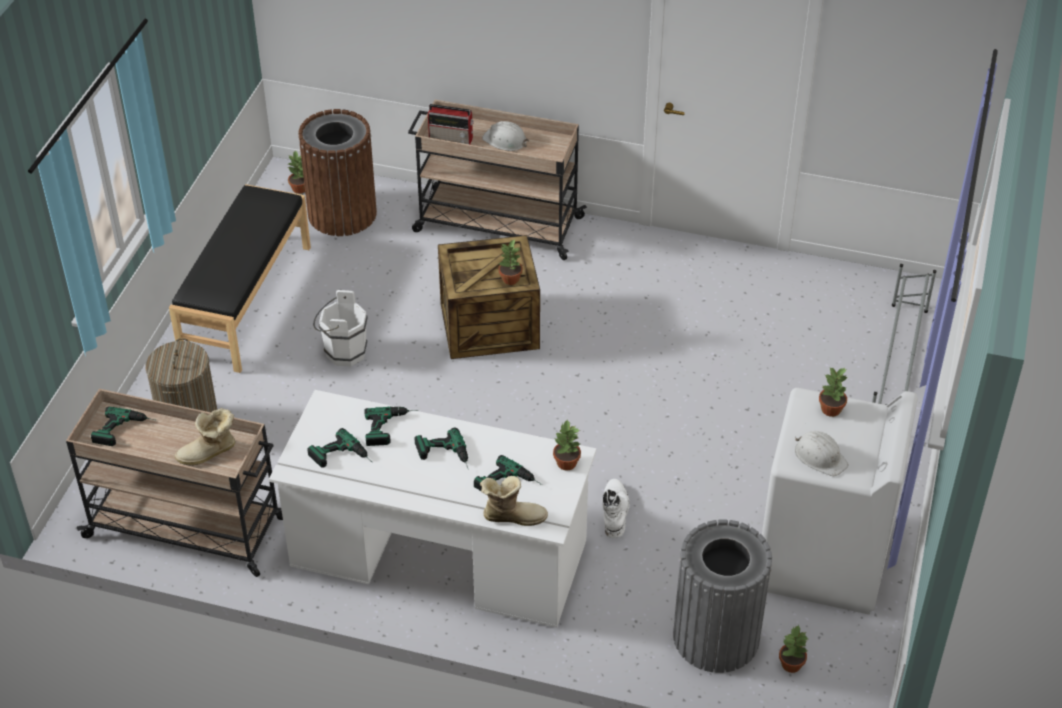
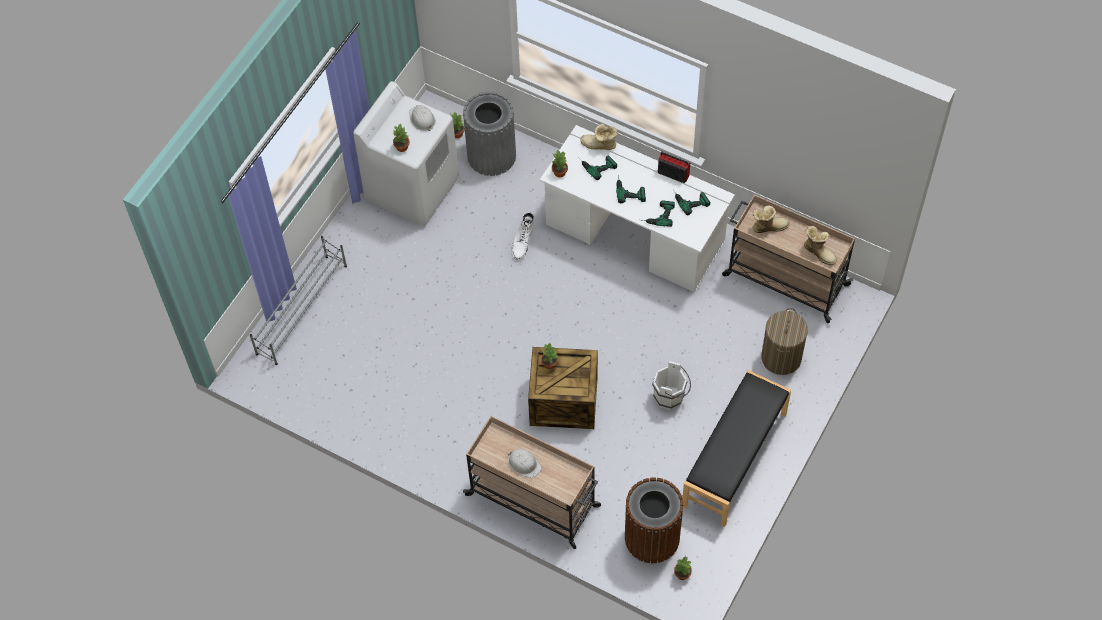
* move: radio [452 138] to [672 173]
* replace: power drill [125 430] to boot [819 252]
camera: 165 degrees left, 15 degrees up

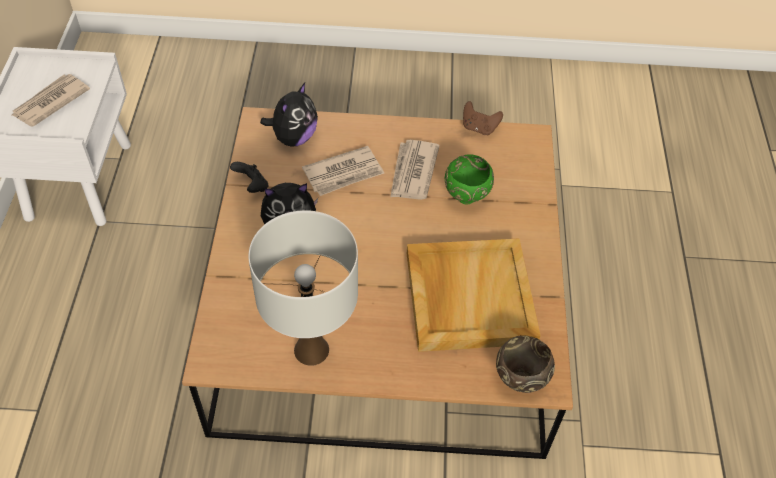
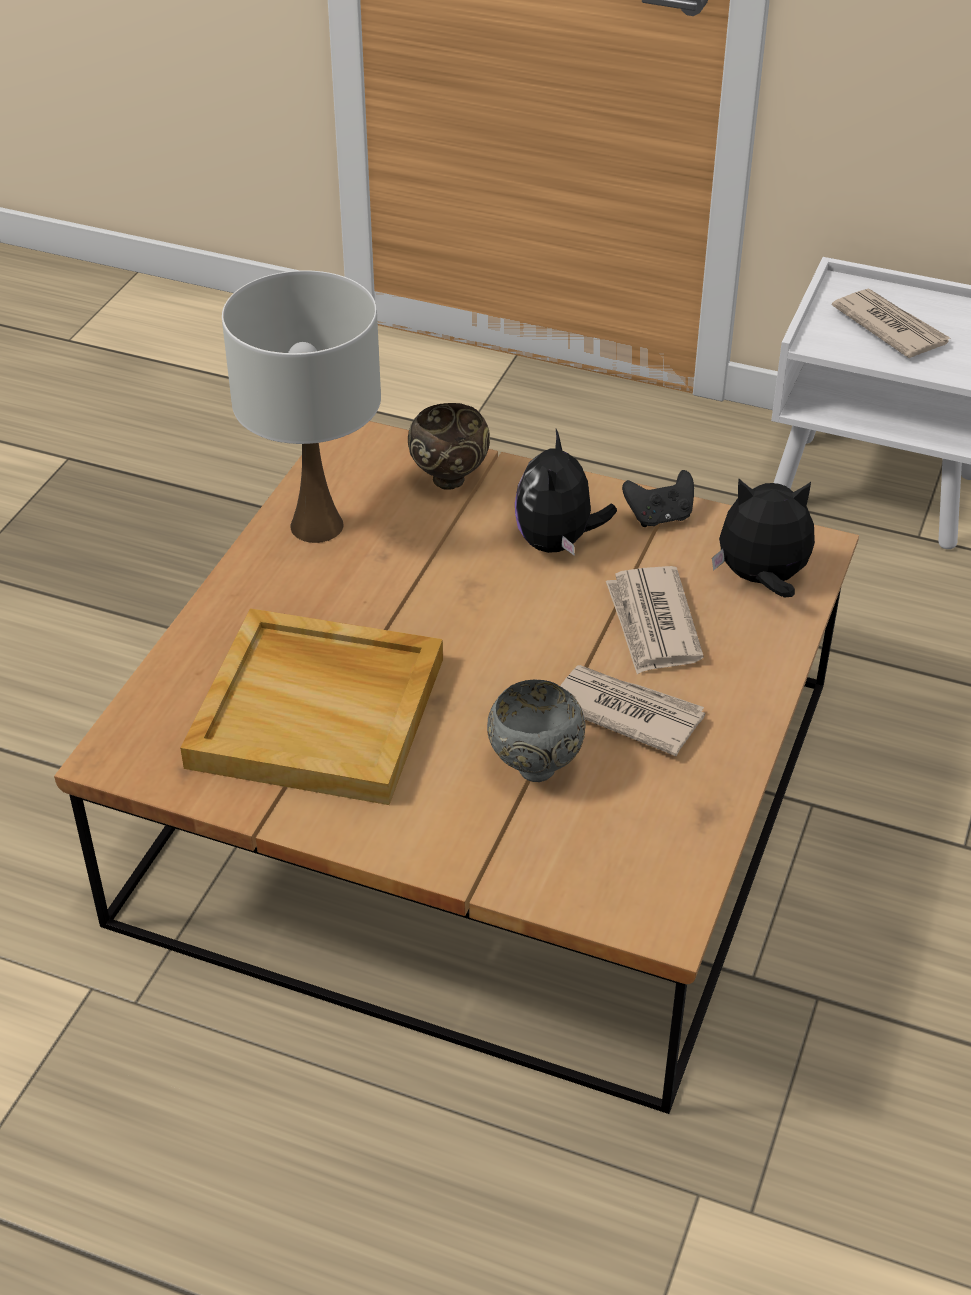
* delete: game controller in brown [479 128]
* move: bowl in brown [519 380] to [450 479]
* recolor: bowl in green [466 198] to bowl in grey [533 767]
* rotate: plush toy [293 137] = [761 580] 135 degrees clockwise
camera: 110 degrees right, 10 degrees down

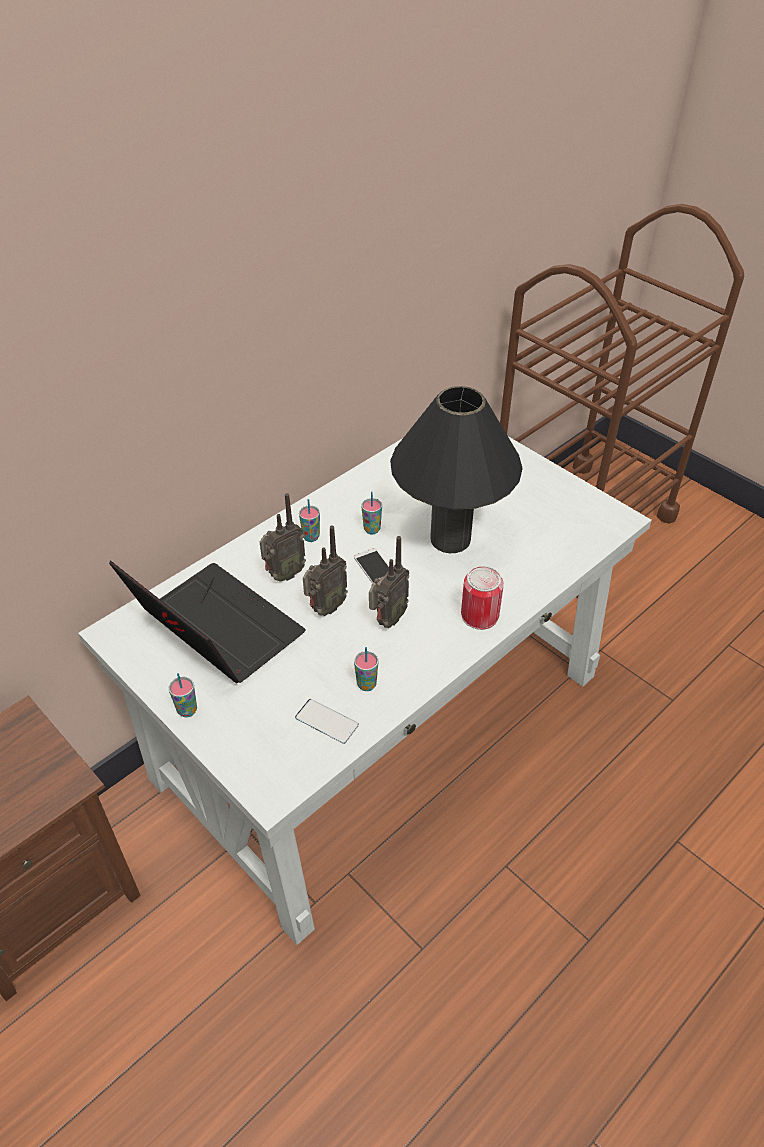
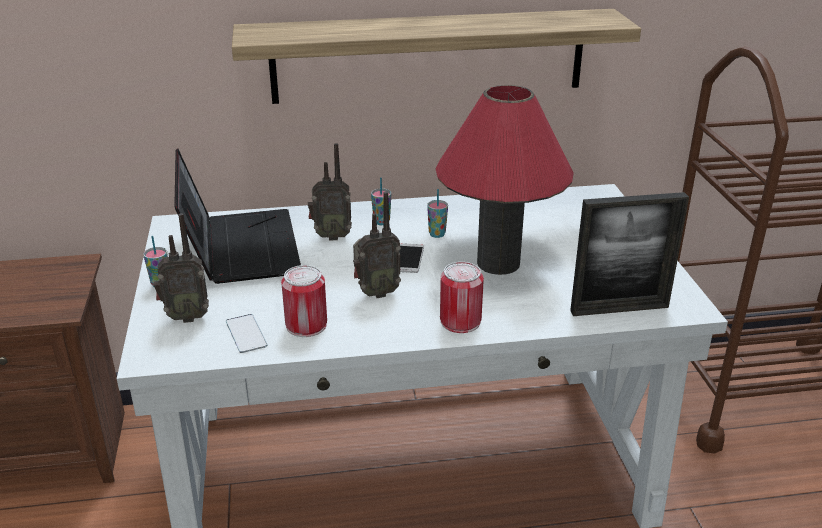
* insert: shelf [429 56]
* insert: picture frame [619 309]
* move: radio [325 608] to [186 317]
* replace: cup [366 684] to can [306 325]
* recolor: table lamp in black [450 539] to table lamp in red [498 263]
camera: 35 degrees right, 15 degrees down

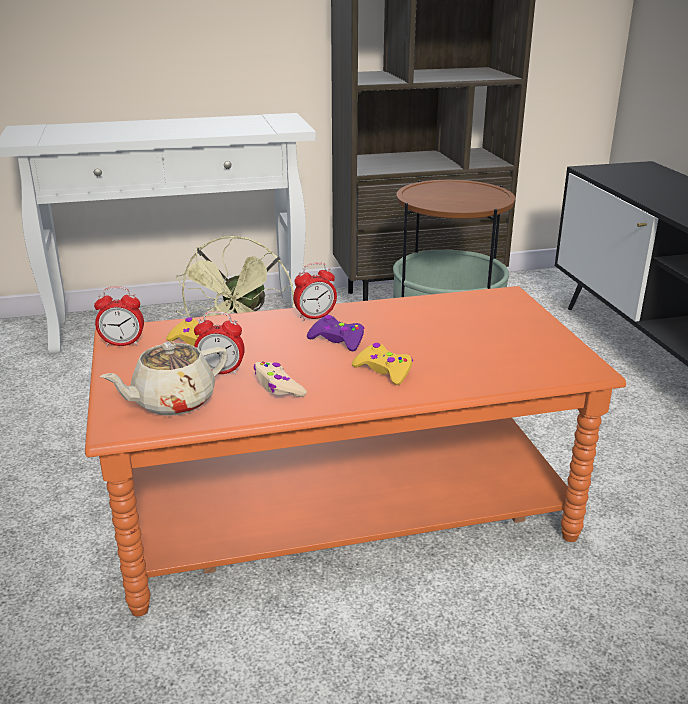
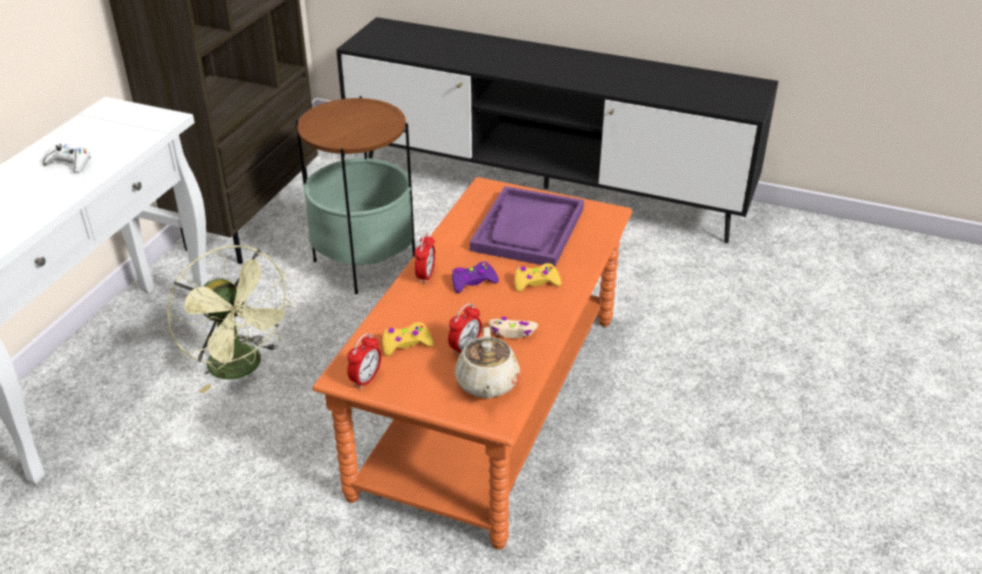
* insert: game controller in white [69 164]
* insert: tray in purple [528 229]
camera: 55 degrees left, 10 degrees up

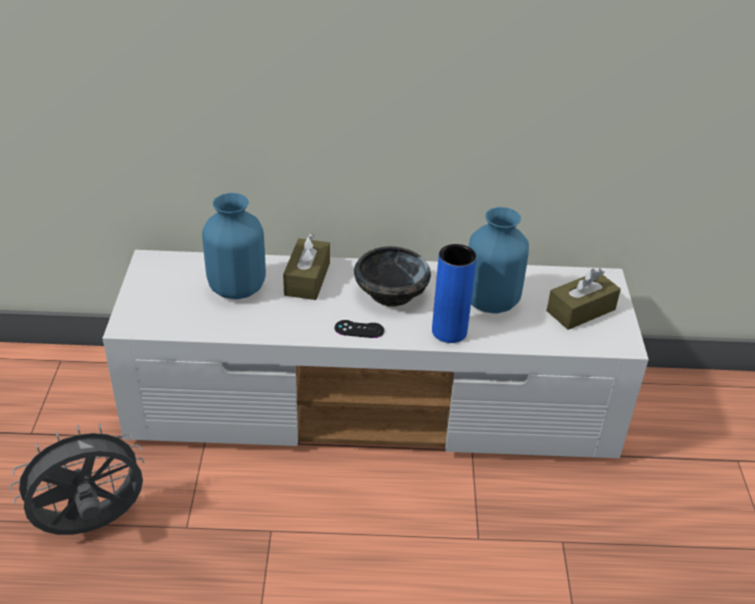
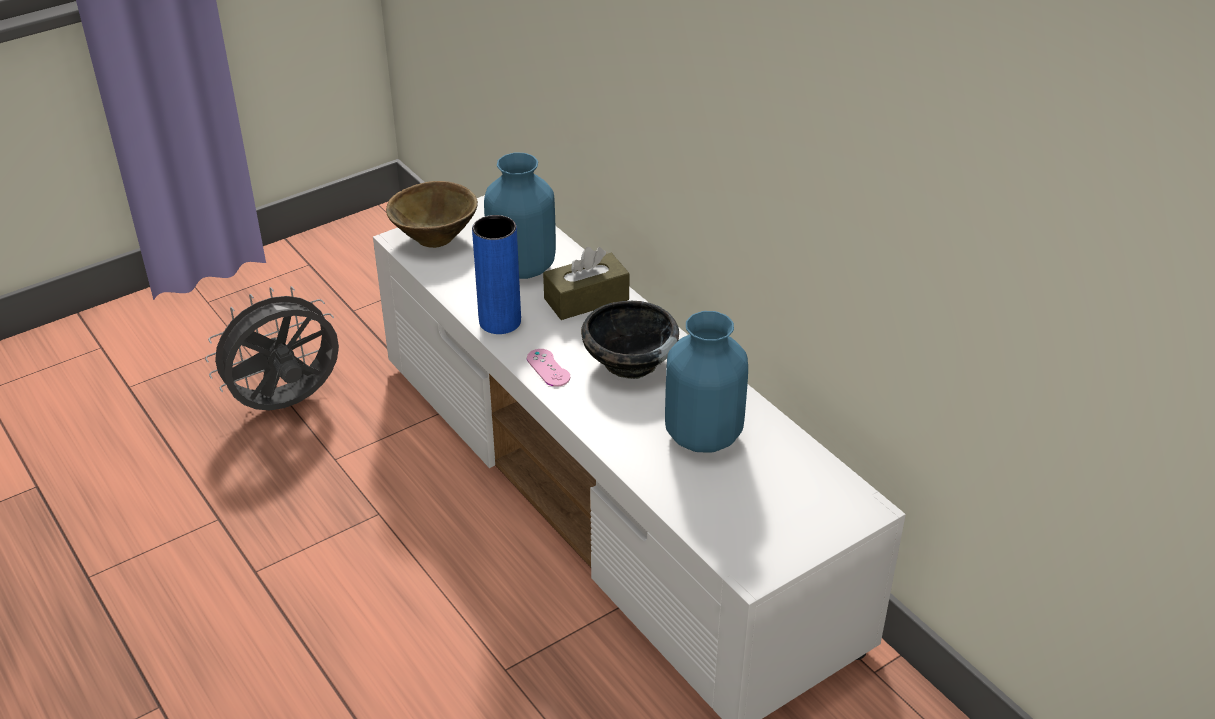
* delete: tissue box in brown [581 310]
* insert: bowl in brown [435 236]
* move: vase in blue [449 331] to [500 322]
* recolor: game controller in black [359 329] to game controller in pink [548 368]
* rotate: fan in grey [91 526] = [287 405] 60 degrees counterclockwise
camera: 55 degrees right, 0 degrees up

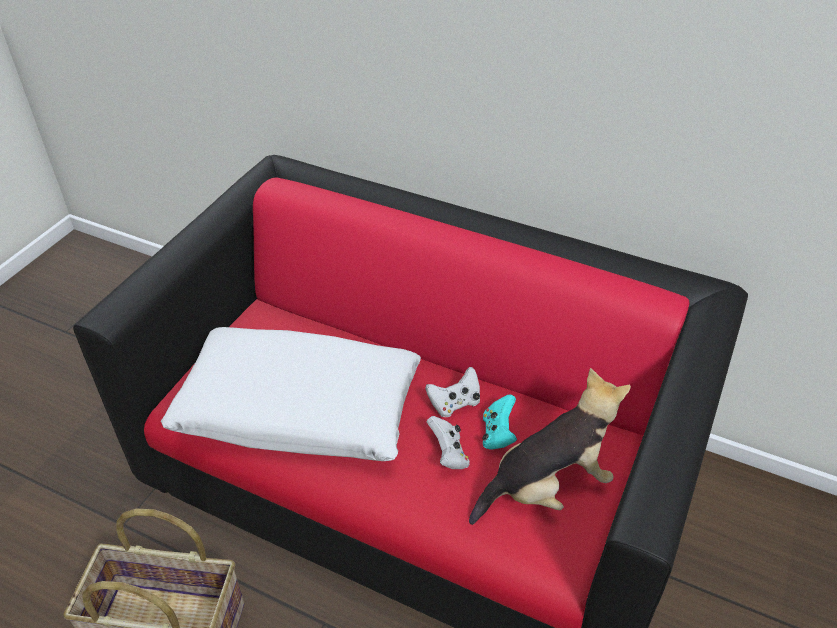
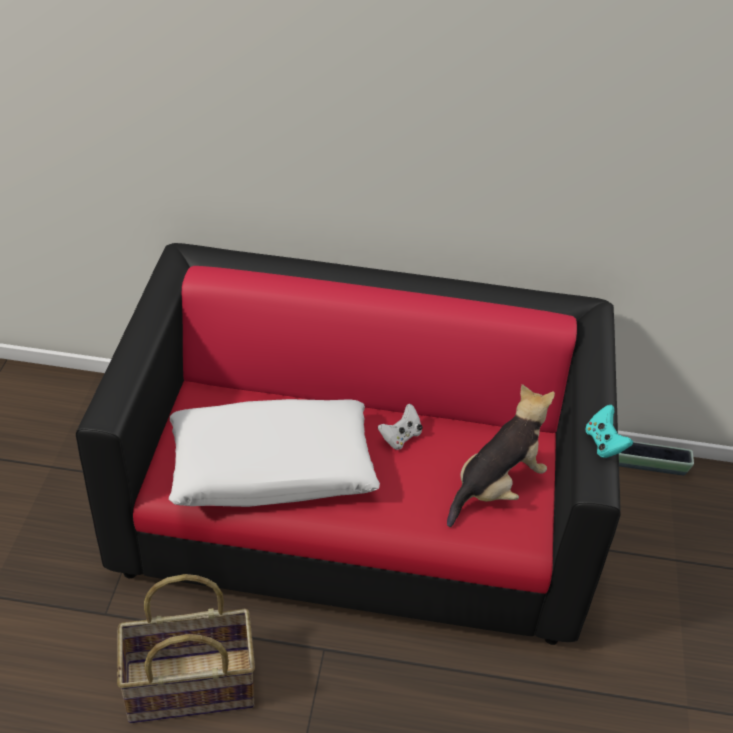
* delete: game controller in white [448 454]
* insert: planter [647 465]
* move: game controller in turquoise [498 434] to [604 443]
camera: 20 degrees left, 0 degrees up

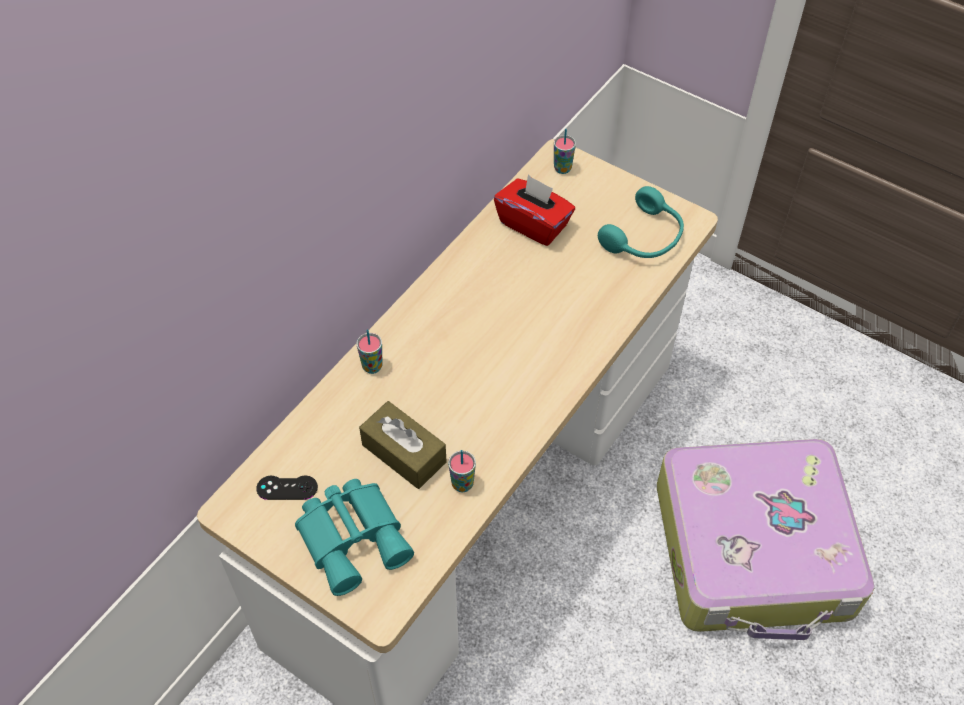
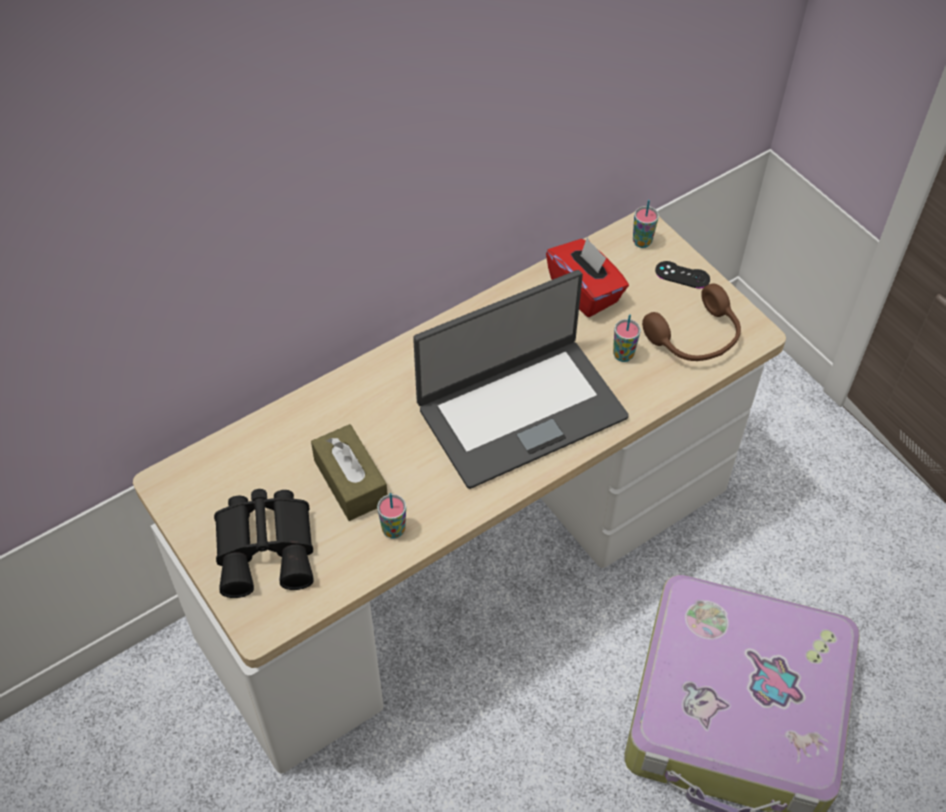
* insert: laptop [520 410]
* move: game controller in black [287 488] to [682 275]
* move: cup [372 366] to [623 355]
* recolor: binoculars in turquoise [355 537] to binoculars in black [268 547]
* recolor: headphones in turquoise [645 238] to headphones in brown [696 338]
camera: 20 degrees right, 0 degrees up

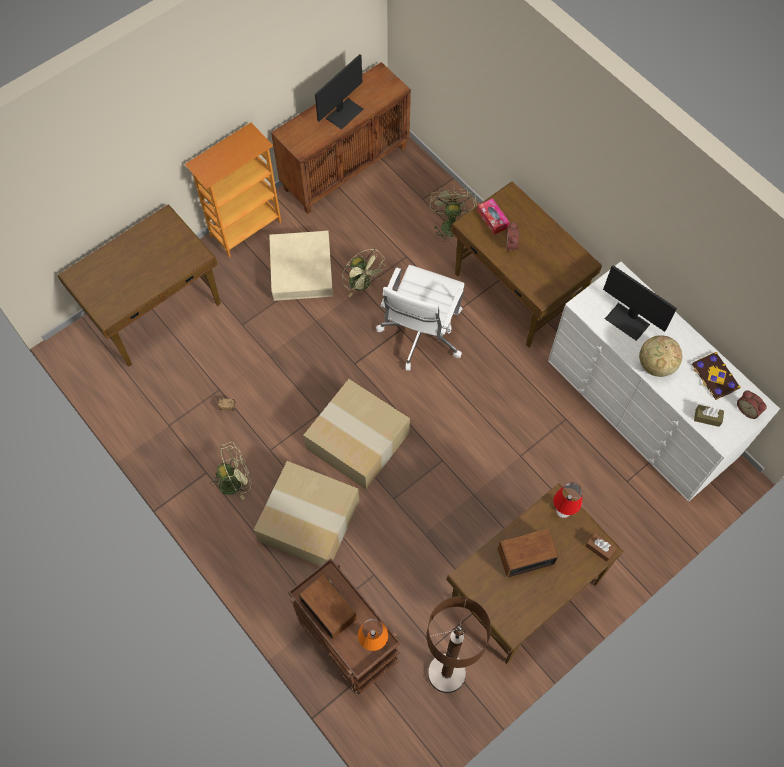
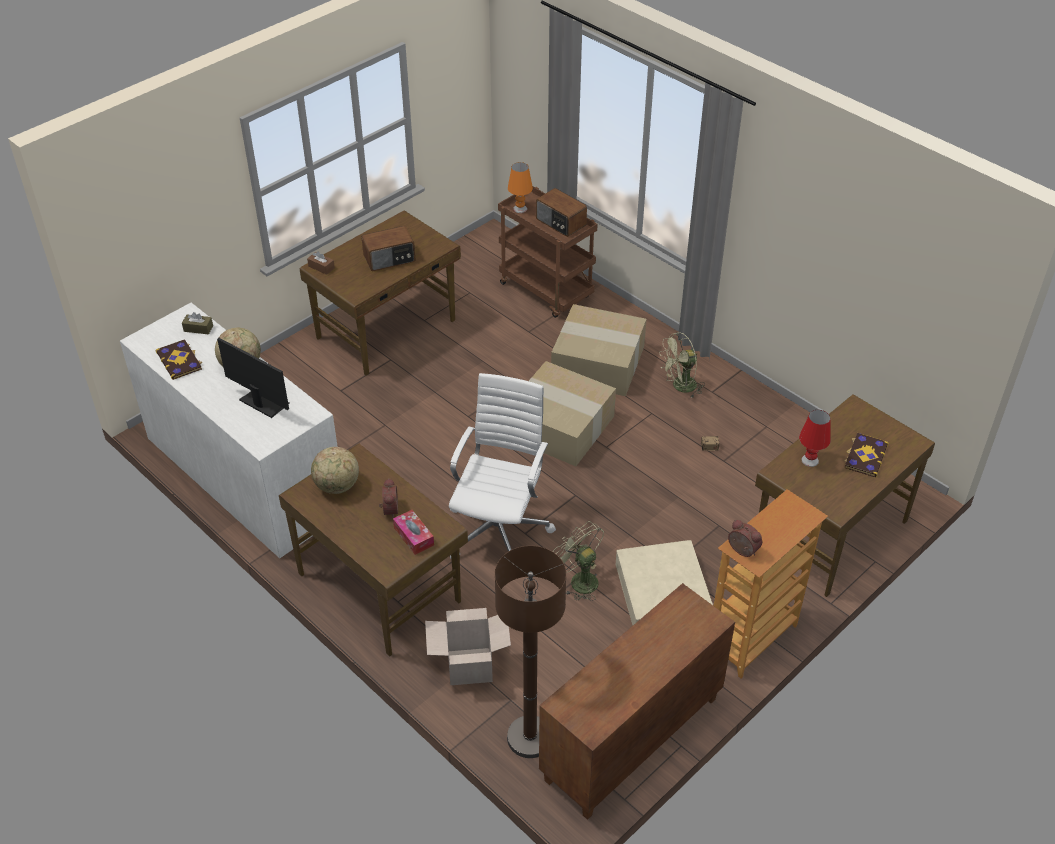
* delete: monitor [344 113]
* insert: globe [337 486]
* insert: book [865 456]
* move: floor lamp in brown [446 673] to [530 738]
* move: table lamp in red [563 510] to [809 460]
* move: alarm clock [748 409] to [742 551]
* replace: fan in green [450 224] to cardboard box [470 667]
camera: 175 degrees right, 20 degrees down

